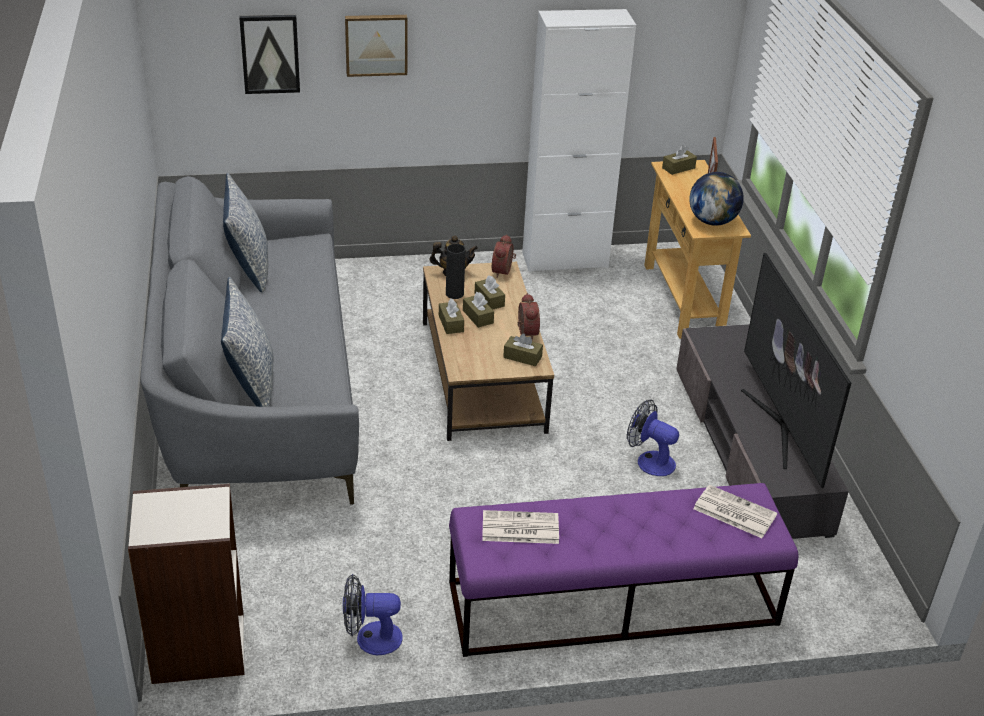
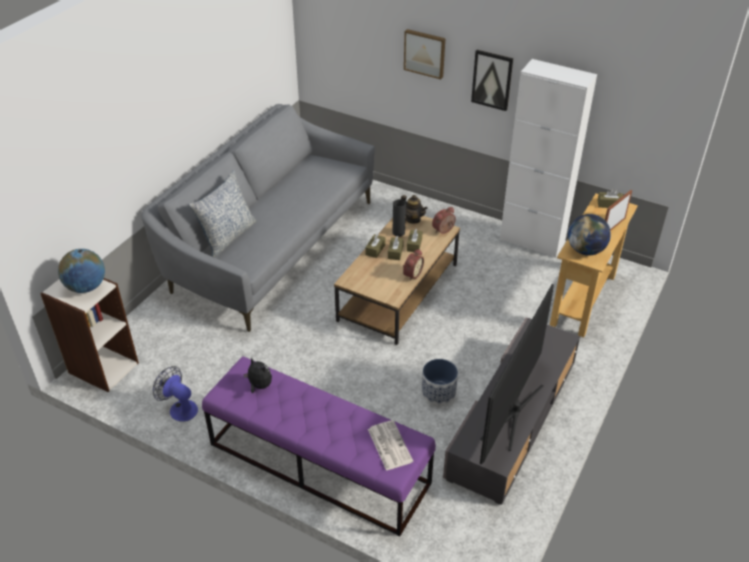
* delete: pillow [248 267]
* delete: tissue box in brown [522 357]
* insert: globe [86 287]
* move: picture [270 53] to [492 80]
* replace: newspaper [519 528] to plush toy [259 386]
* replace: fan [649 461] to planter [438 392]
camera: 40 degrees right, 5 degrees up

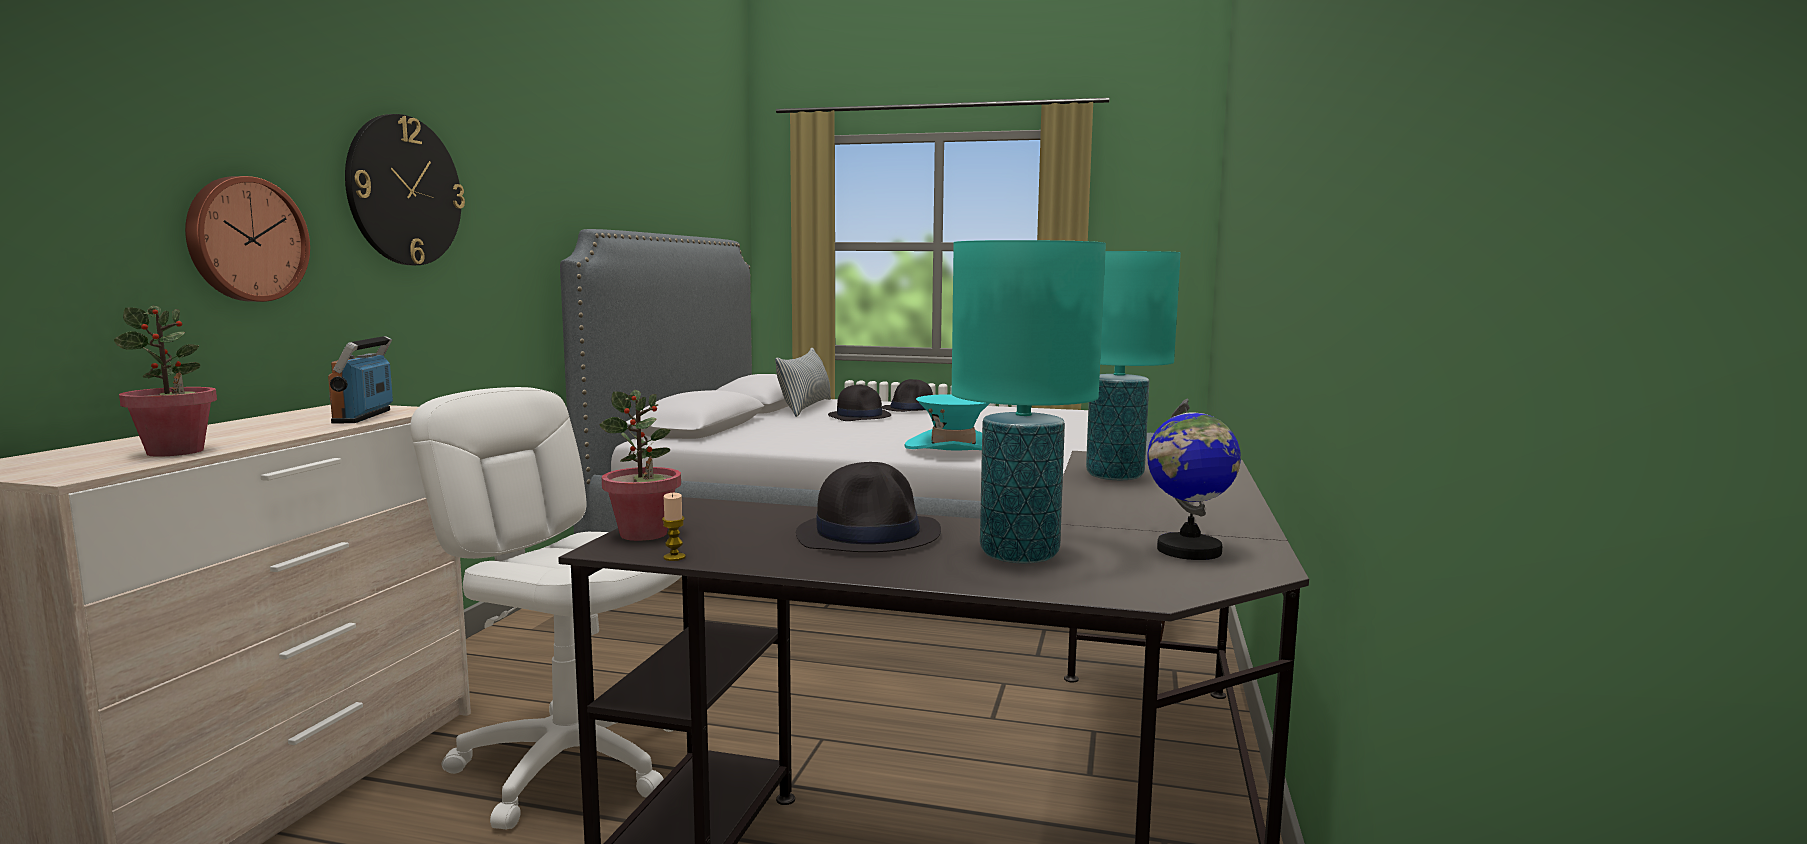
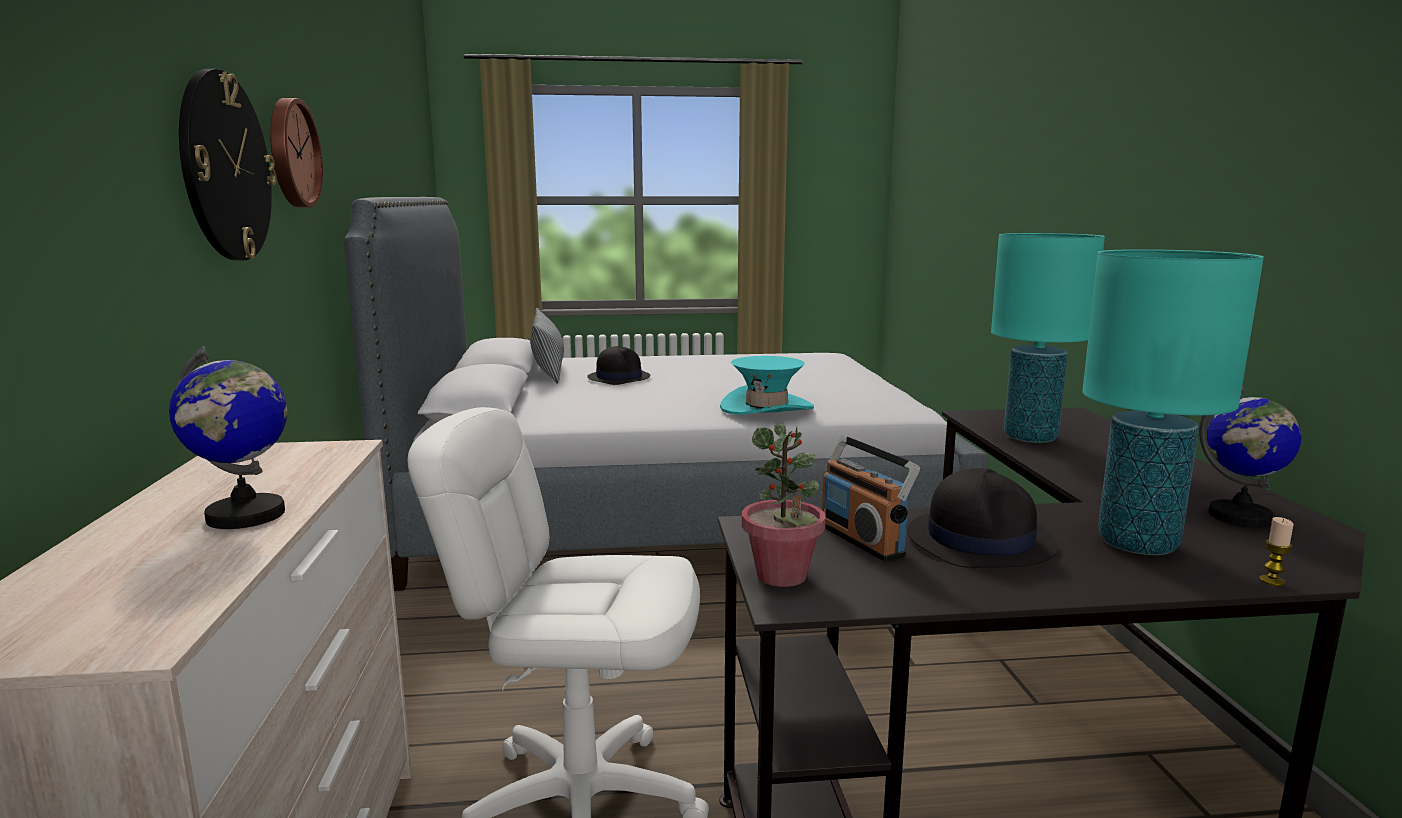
* delete: potted plant [176 452]
* delete: hat in black [912 409]
* insert: globe [246 516]
* move: wall clock [245 239] to [291 153]
* move: radio [364 416] to [862 540]
* move: candle [674 557] to [1272 581]
camera: 20 degrees left, 5 degrees up

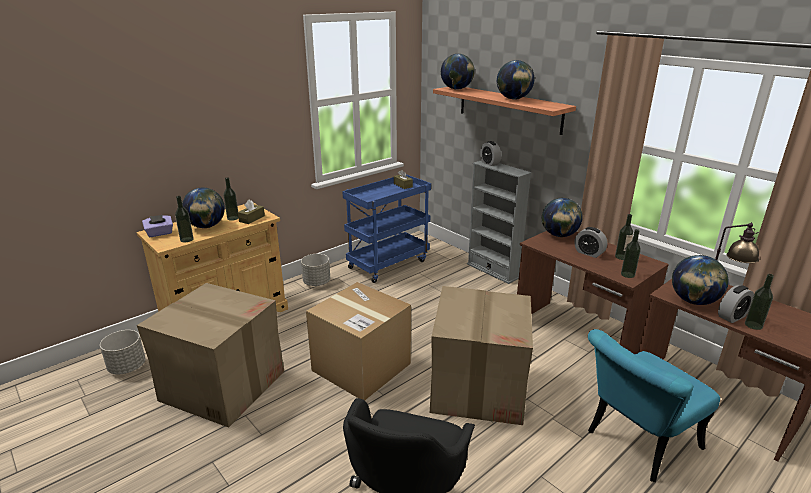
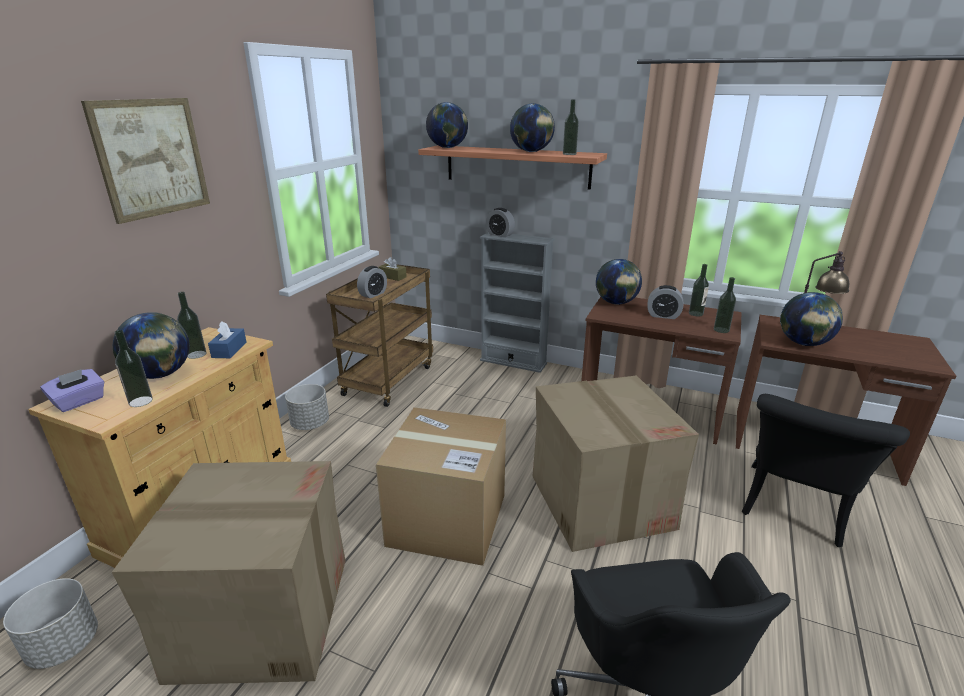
* insert: picture [152 158]
* move: alarm clock [732 316] to [373 294]
* move: bottle [753 325] to [569 154]
* recolor: tissue box in brown [252 219] to tissue box in blue [229 350]
* recolor: cart in blue [388 263] to cart in brown [388 379]
* recolor: chair in turquoise [636 444] to chair in black [792 511]
camera: 25 degrees left, 0 degrees up

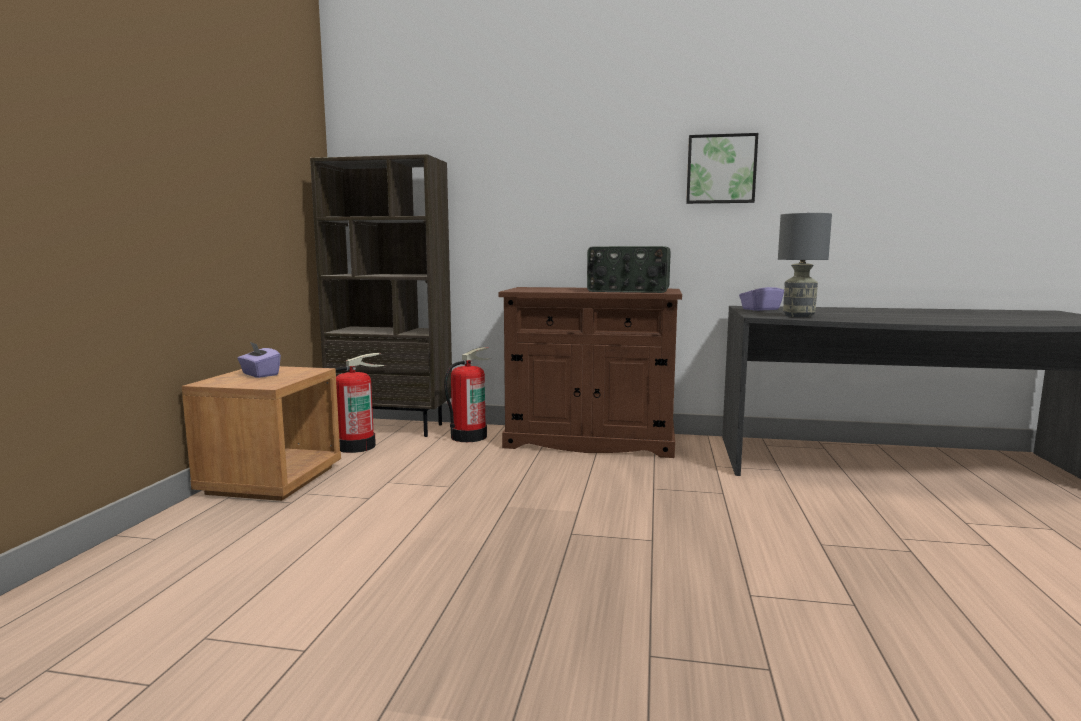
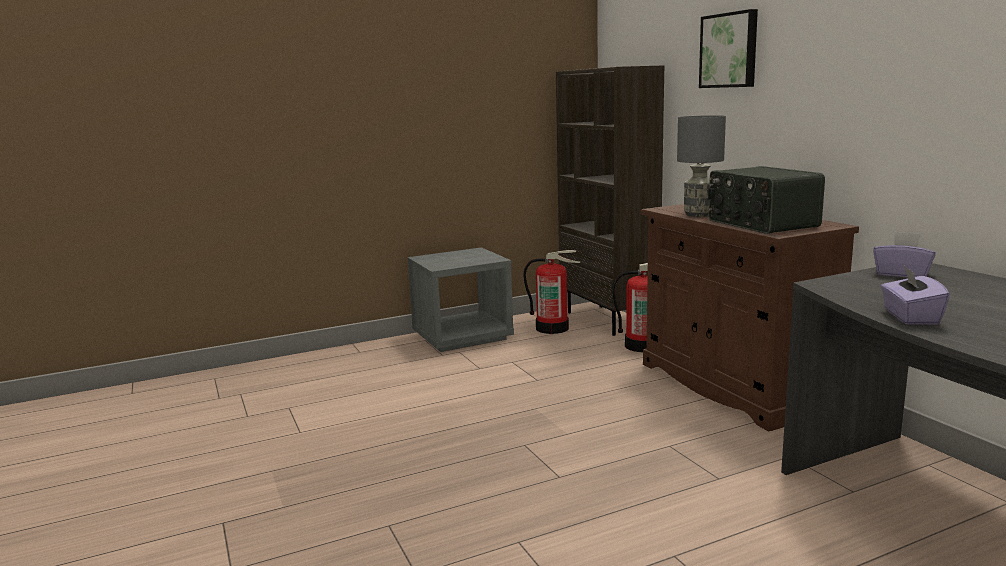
* move: tissue box in purple [259 374] to [910 317]
* move: picture [721 169] to [730 50]
* move: table lamp in grey [799 316] to [698 215]
* recolor: nightstand in brown [272 480] to nightstand in grey [462 336]
camera: 55 degrees right, 5 degrees up

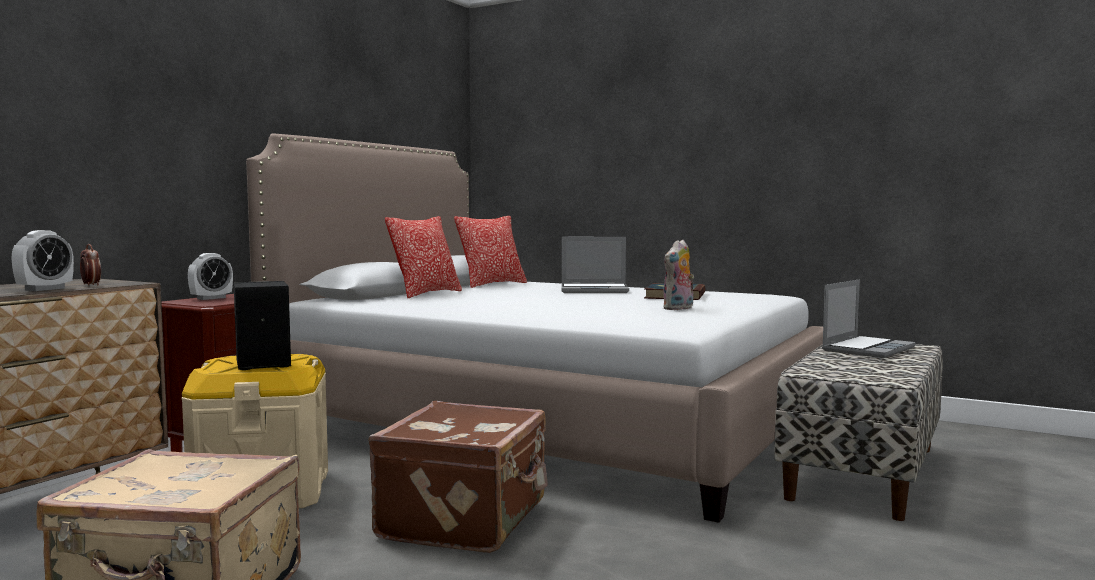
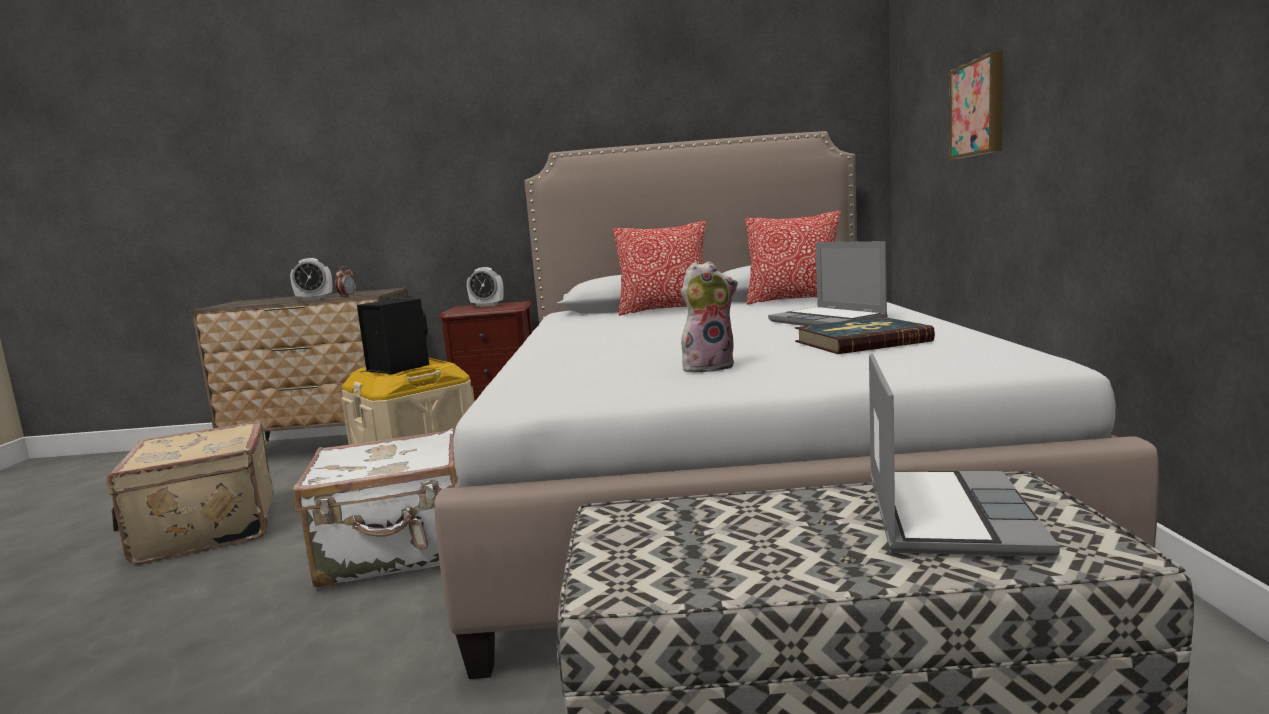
* insert: picture [980 108]
* recolor: suitcase in brown [466 520] to suitcase in white [397 552]
* rotate: plush toy [679 308] = [709 367] 150 degrees clockwise
* rotate: laptop [867 349] = [946 514] 90 degrees counterclockwise
camera: 60 degrees right, 5 degrees up

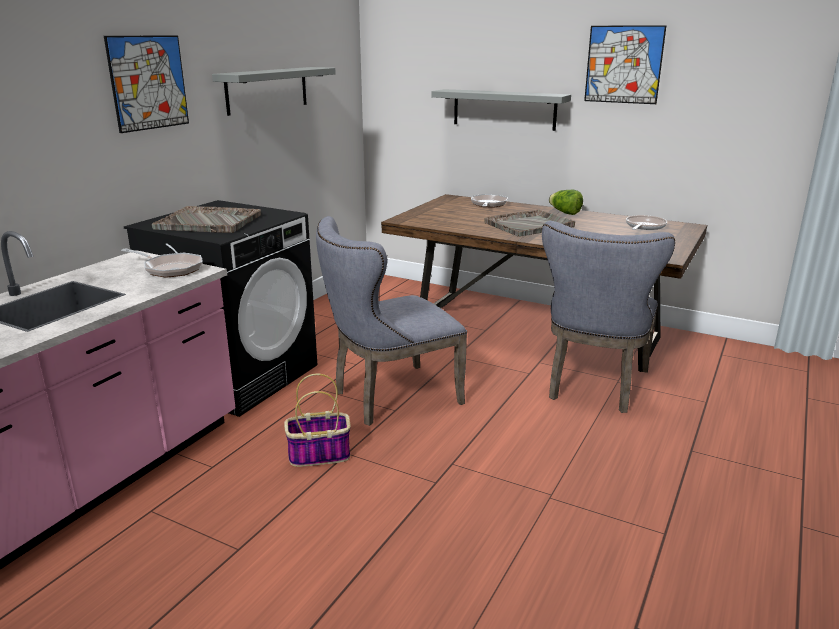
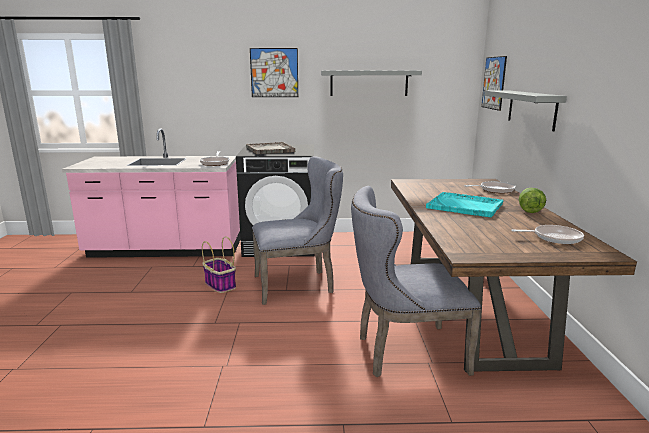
* move: picture [623 64] to [493 83]
* recolor: tray in grey [530 225] to tray in turquoise [465 206]
* rotate: chair in grey [389 398] = [299 284] 135 degrees clockwise
camera: 60 degrees right, 5 degrees down

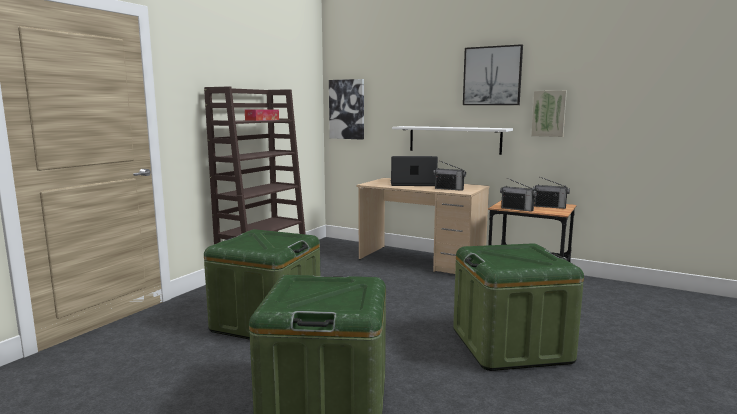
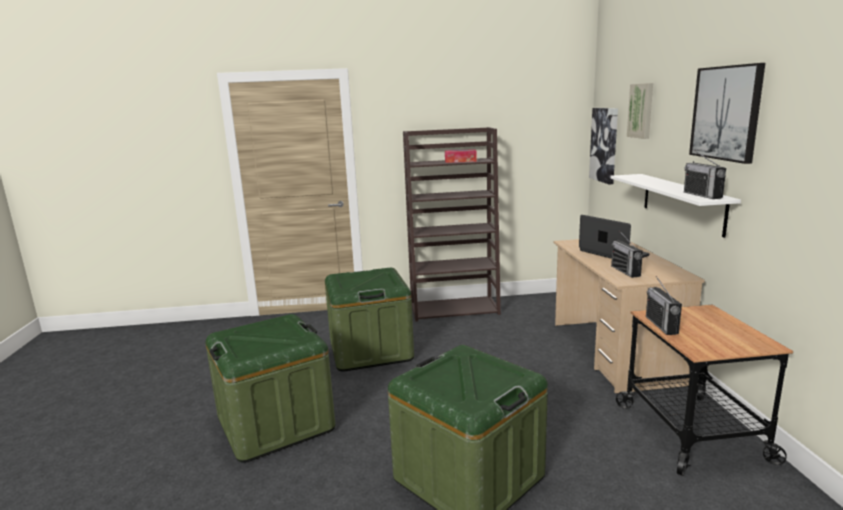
* move: picture [549 113] to [641 110]
* move: radio [549 207] to [702 195]
camera: 55 degrees right, 5 degrees up

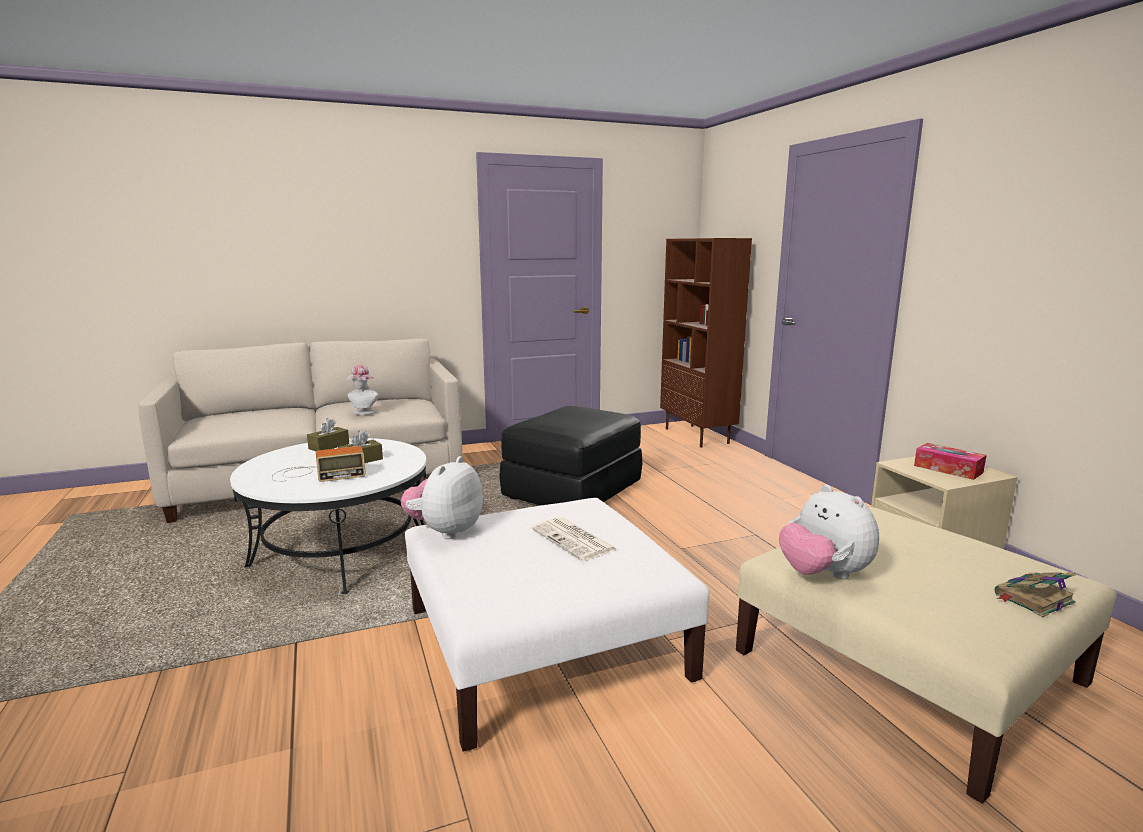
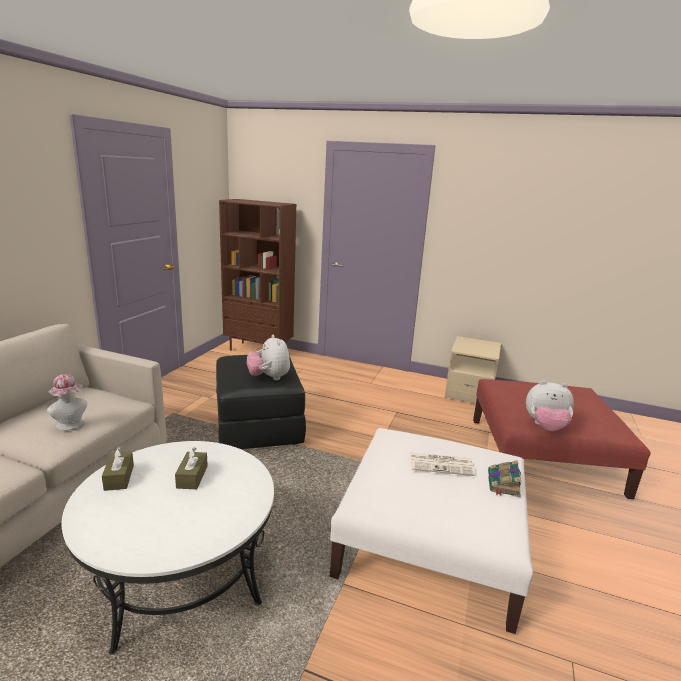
* delete: radio [316 474]
* delete: tissue box [948 469]
* move: plush toy [445 531] to [269 377]
* move: book [1032 599] to [503 484]
* recolor: ottoman in beige [908 667] to ottoman in red [543 455]
camera: 50 degrees left, 5 degrees up

